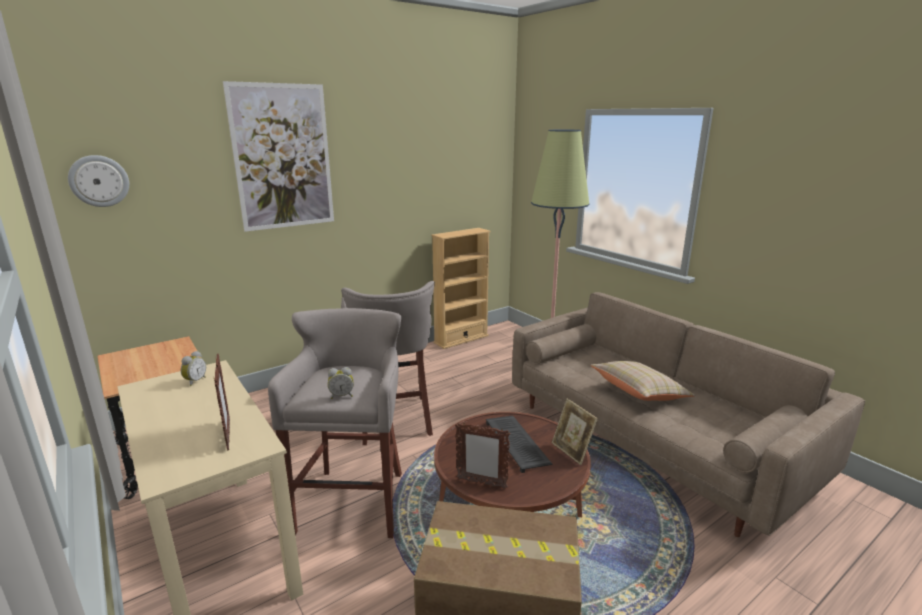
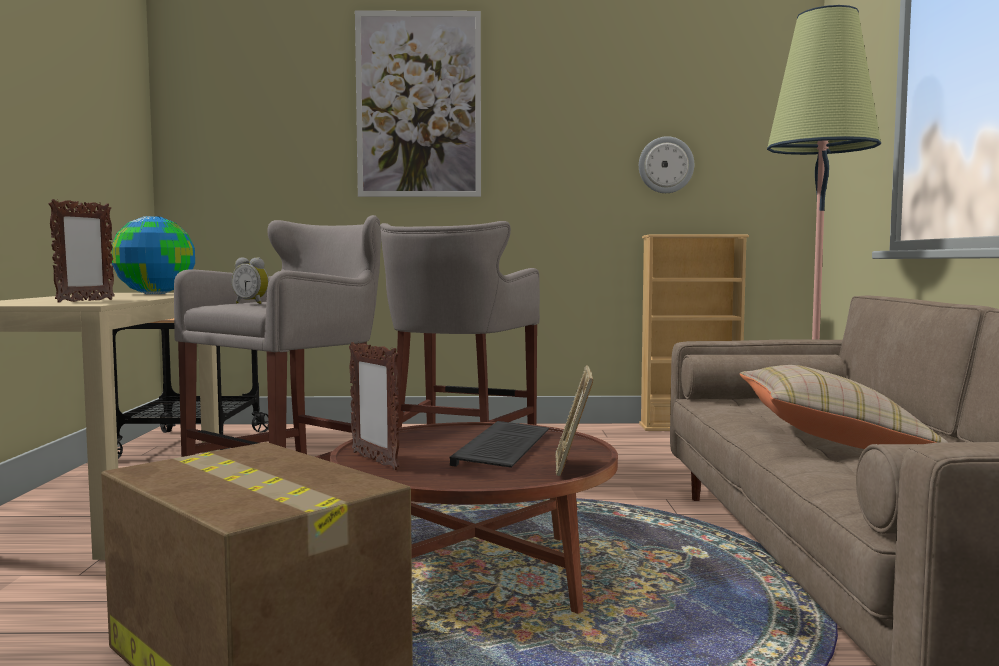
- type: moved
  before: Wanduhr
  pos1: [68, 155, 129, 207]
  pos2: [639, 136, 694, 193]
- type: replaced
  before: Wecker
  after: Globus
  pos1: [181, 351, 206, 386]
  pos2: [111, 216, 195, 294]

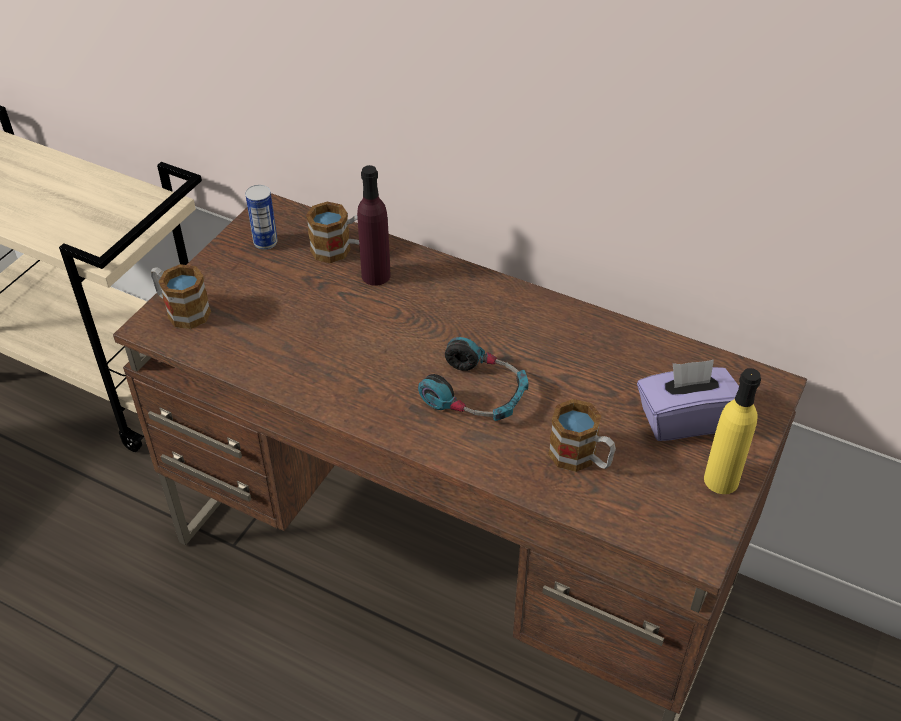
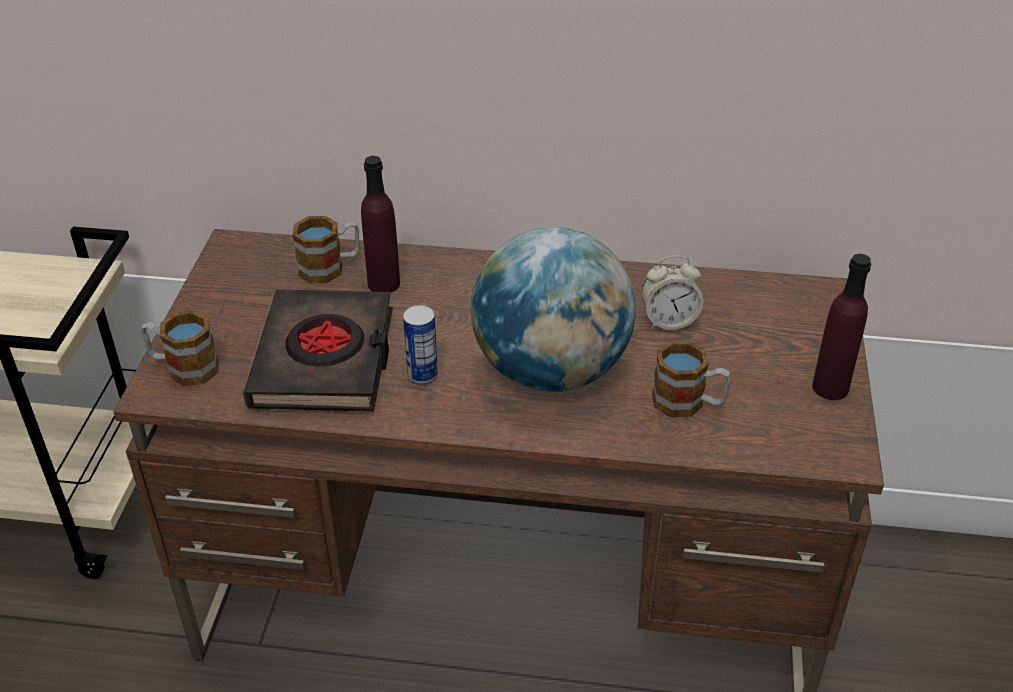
- type: removed
  before: Taschentuchbox [lila]
  pos1: [637, 360, 739, 441]
- type: added
  after: Buch [schwarz]
  pos2: [243, 289, 393, 412]
- type: added
  after: Wecker
  pos2: [641, 255, 703, 330]
- type: moved
  before: Dose
  pos1: [245, 185, 278, 250]
  pos2: [403, 305, 438, 385]
- type: replaced
  before: Kopfhörer
  after: Globus
  pos1: [418, 337, 529, 421]
  pos2: [471, 227, 636, 392]
- type: recoloured
  before: Flasche [gelb]
  after: Flasche [lila]
  pos1: [704, 368, 761, 494]
  pos2: [812, 254, 871, 400]

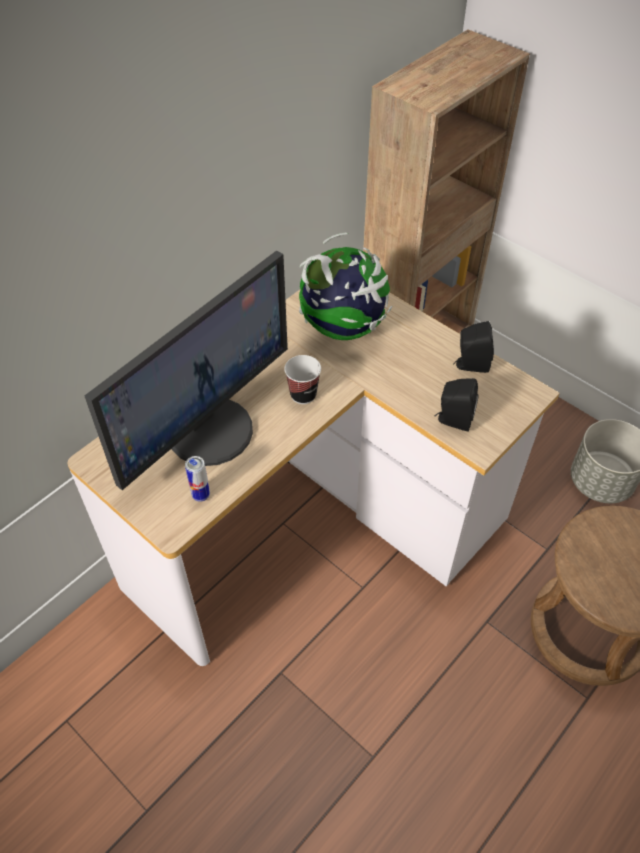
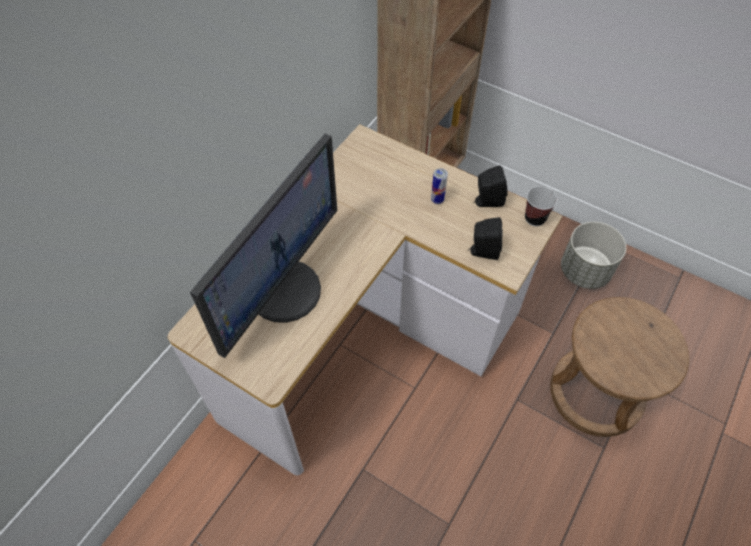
- type: removed
  before: Globus
  pos1: [299, 233, 392, 340]
- type: moved
  before: Dose
  pos1: [185, 456, 210, 502]
  pos2: [431, 168, 448, 204]
- type: moved
  before: Tasse
  pos1: [284, 355, 321, 404]
  pos2: [525, 186, 557, 226]

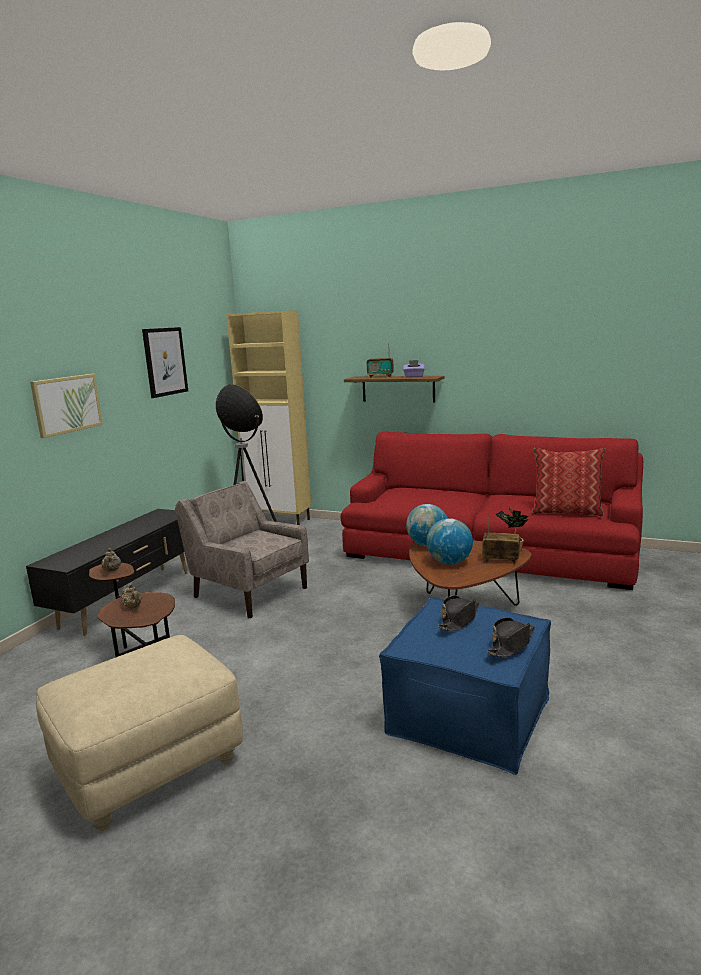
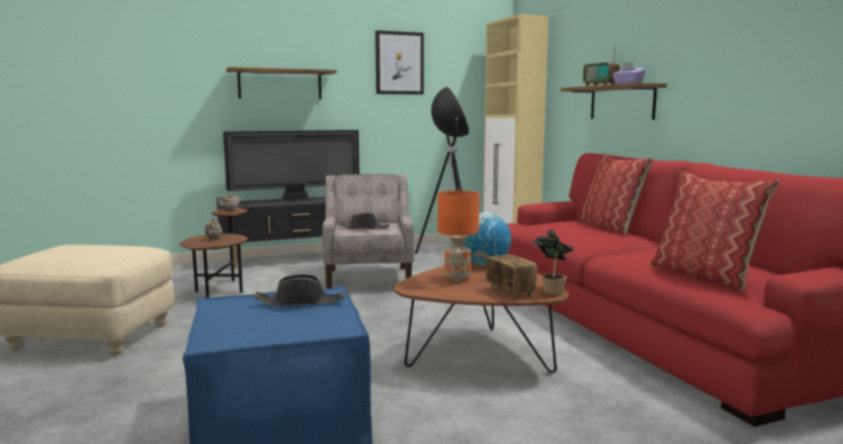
- type: added
  after: Fernseher
  pos2: [223, 130, 359, 202]
- type: added
  after: Kissen
  pos2: [578, 154, 653, 235]
- type: moved
  before: Hut [schwarz]
  pos1: [487, 617, 535, 657]
  pos2: [338, 213, 390, 230]
- type: replaced
  before: Bild
  after: Wandregal
  pos1: [30, 374, 103, 438]
  pos2: [226, 67, 337, 99]
- type: replaced
  before: Globus
  after: Tischlampe [orange]
  pos1: [427, 518, 473, 564]
  pos2: [438, 190, 479, 282]

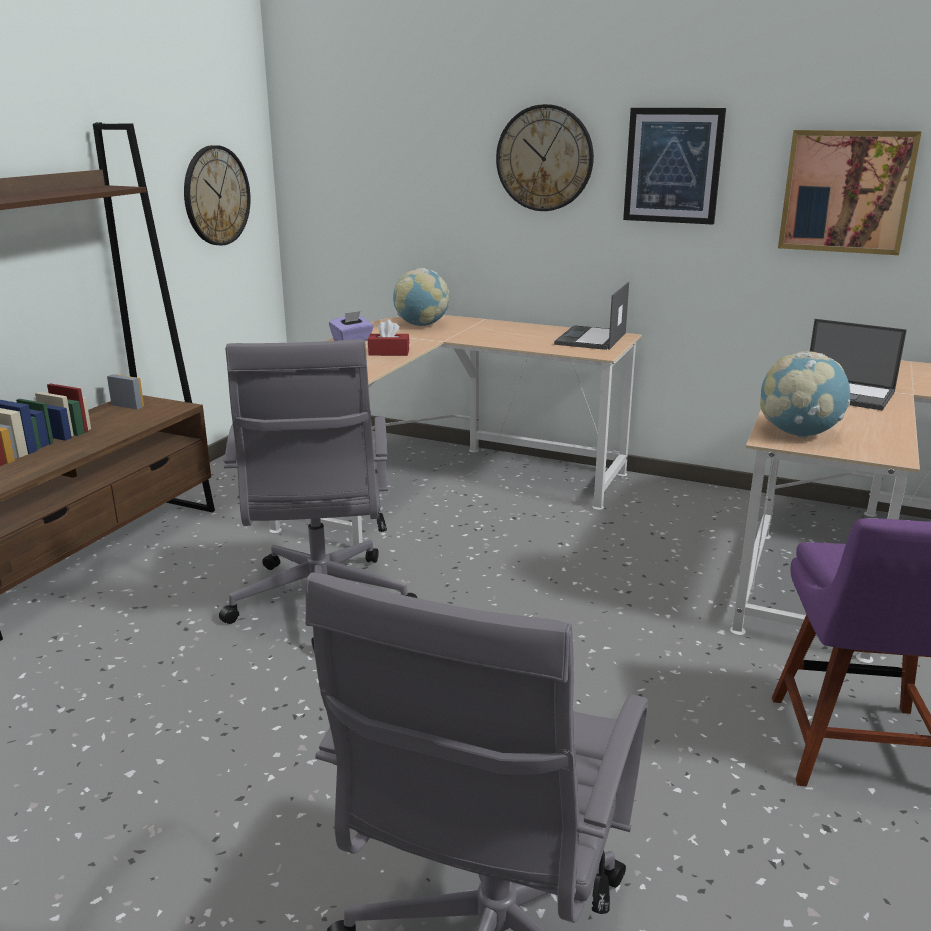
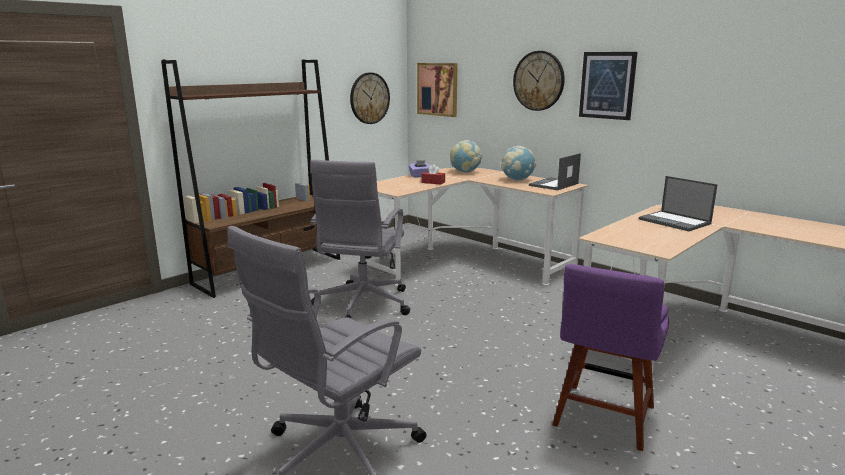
- type: moved
  before: Globus
  pos1: [760, 351, 850, 438]
  pos2: [501, 146, 536, 181]
- type: moved
  before: Bild
  pos1: [778, 130, 921, 255]
  pos2: [417, 63, 458, 117]

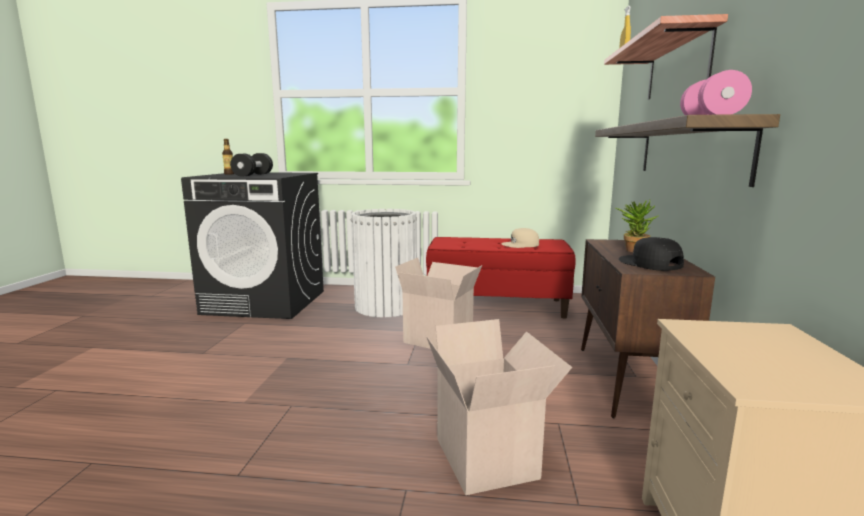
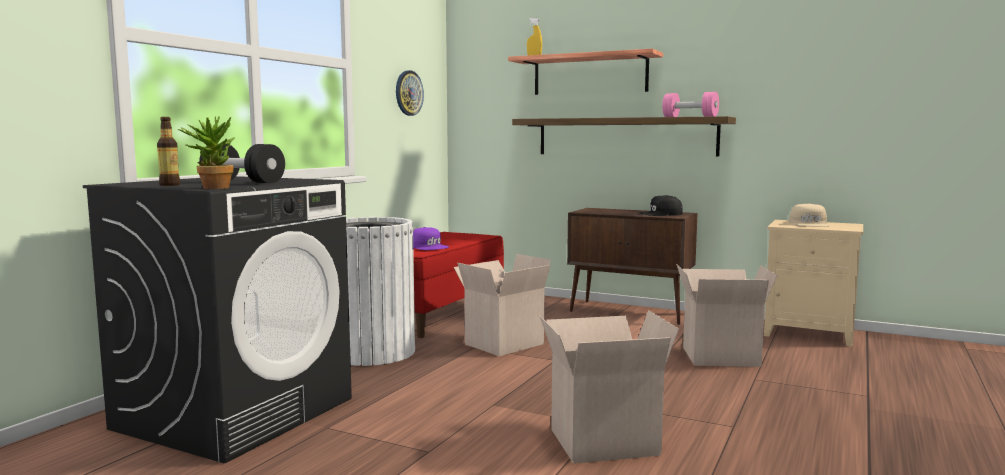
- type: added
  after: Wanduhr
  pos2: [396, 70, 424, 116]
- type: added
  after: Kappe [lila]
  pos2: [413, 227, 449, 250]
- type: added
  after: Karton
  pos2: [540, 310, 679, 464]
- type: moved
  before: Kappe [beige]
  pos1: [501, 228, 539, 248]
  pos2: [789, 203, 830, 227]
- type: moved
  before: Topfpflanze
  pos1: [615, 200, 658, 252]
  pos2: [178, 116, 235, 189]

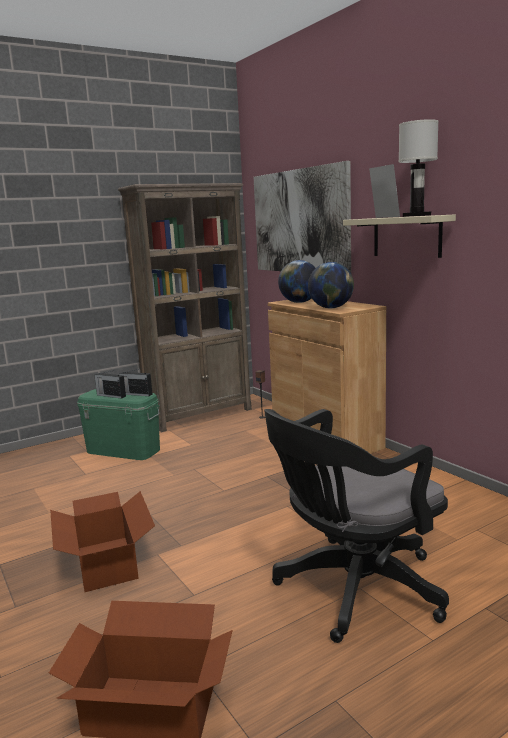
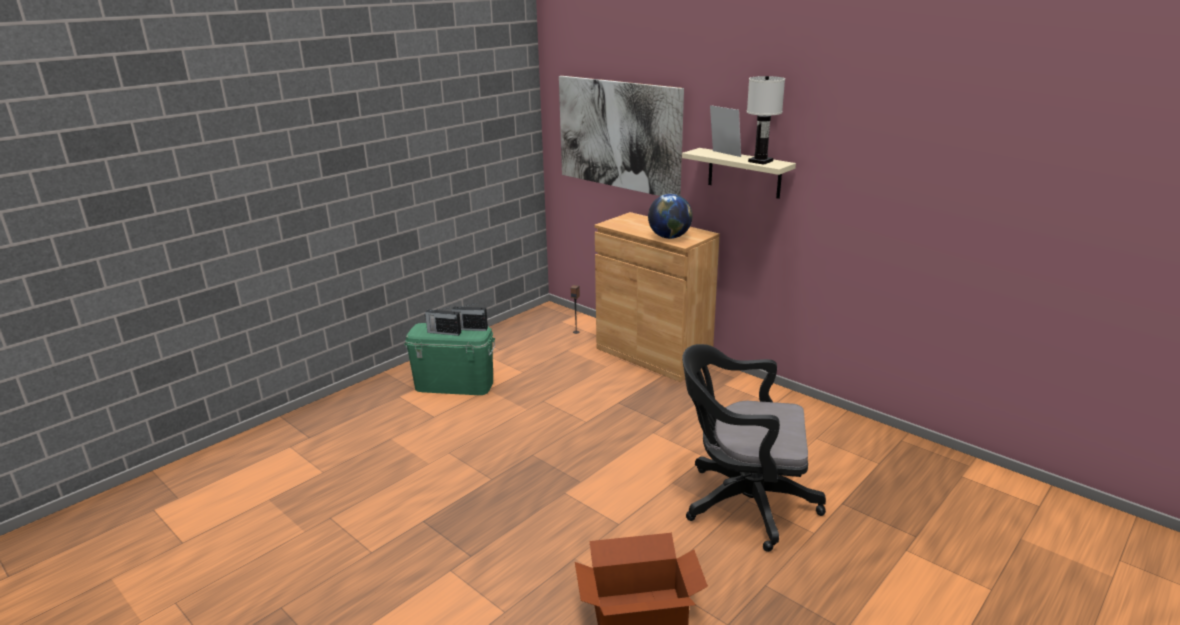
- type: removed
  before: Karton
  pos1: [50, 491, 155, 592]
- type: removed
  before: Bücherregal [braun]
  pos1: [118, 183, 252, 432]
- type: removed
  before: Globus
  pos1: [278, 260, 315, 303]
- type: turned
  before: Bürostuhl [schwarz]
  pos1: [264, 409, 449, 643]
  pos2: [682, 344, 826, 552]
  turn: 60

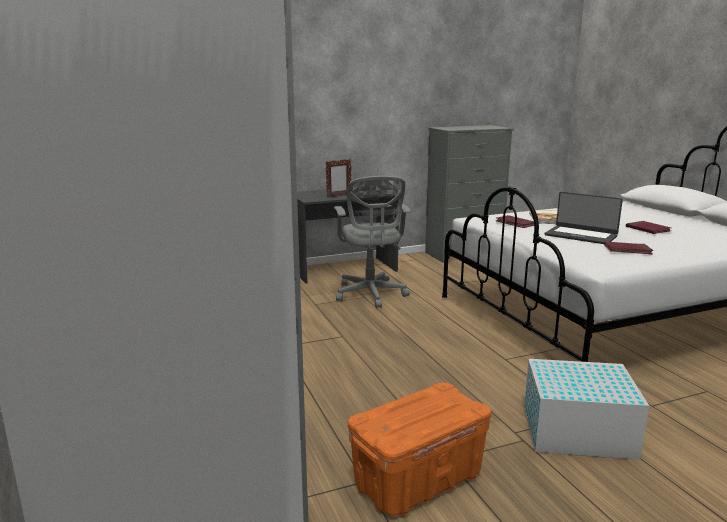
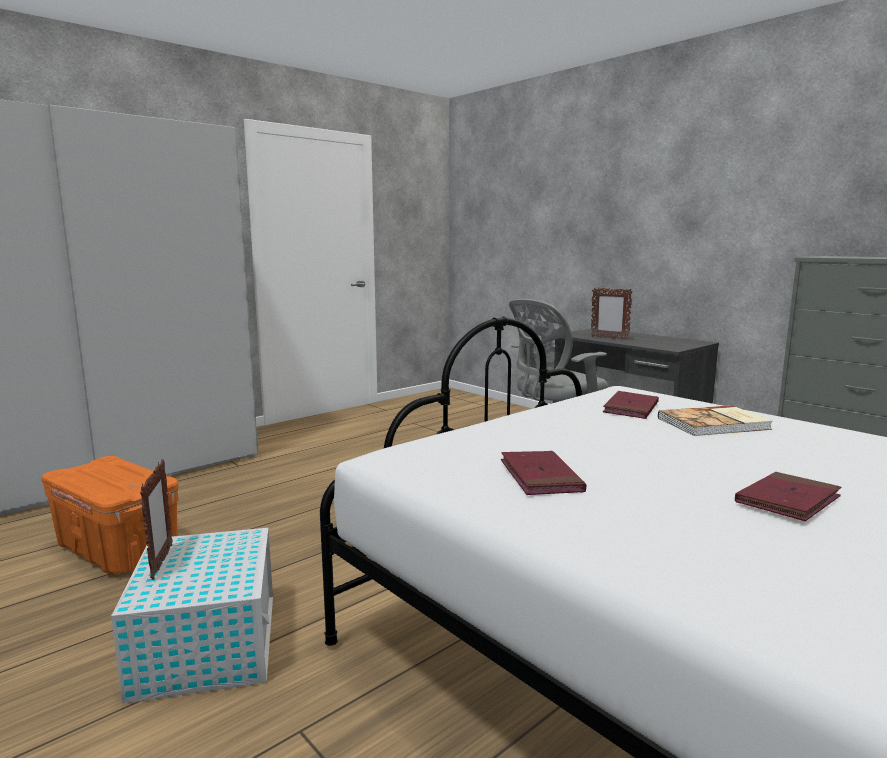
- type: removed
  before: Laptop
  pos1: [545, 192, 623, 244]
- type: added
  after: Bilderrahmen
  pos2: [140, 459, 173, 580]

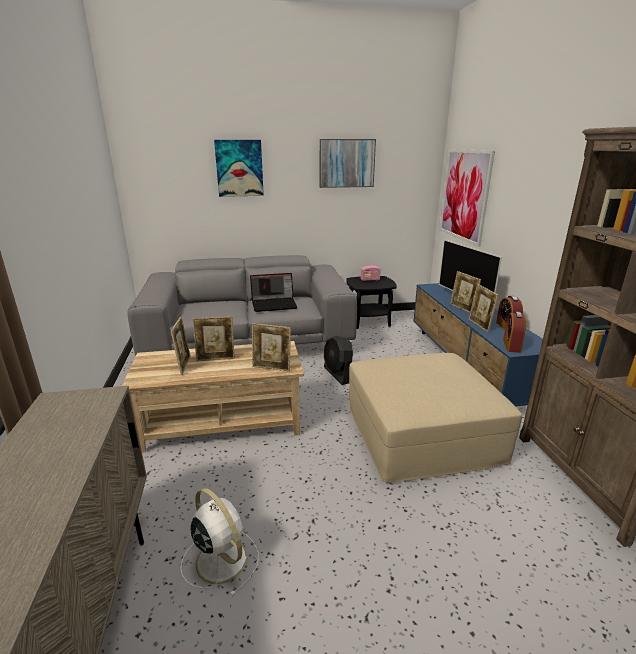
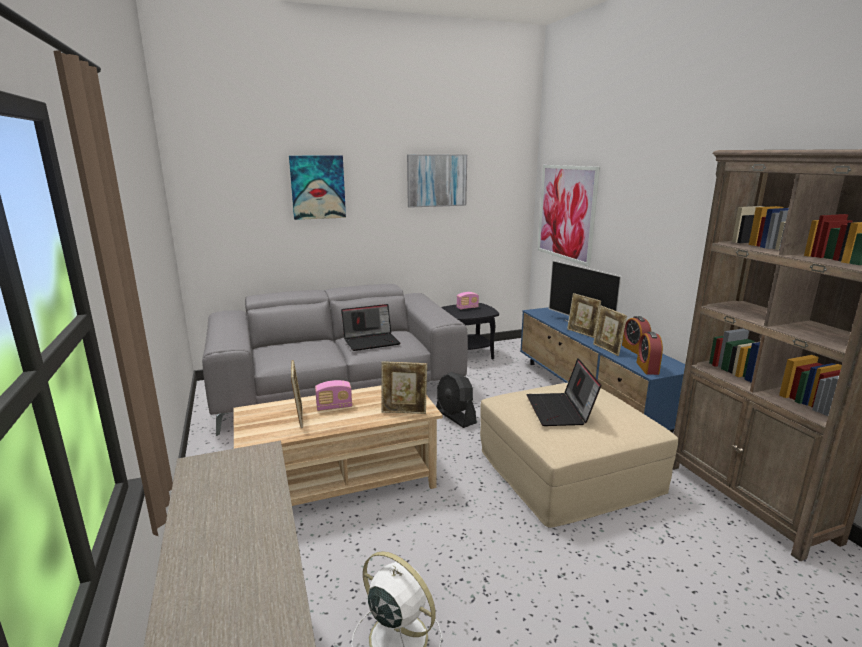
- type: added
  after: Laptop
  pos2: [526, 358, 601, 426]
- type: replaced
  before: Bilderrahmen
  after: Radio
  pos1: [193, 316, 235, 361]
  pos2: [315, 380, 352, 411]

